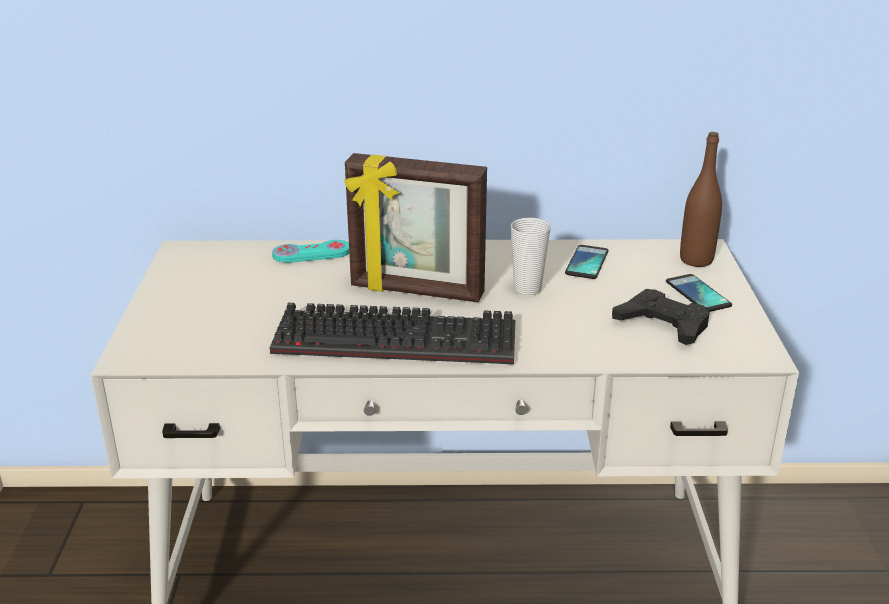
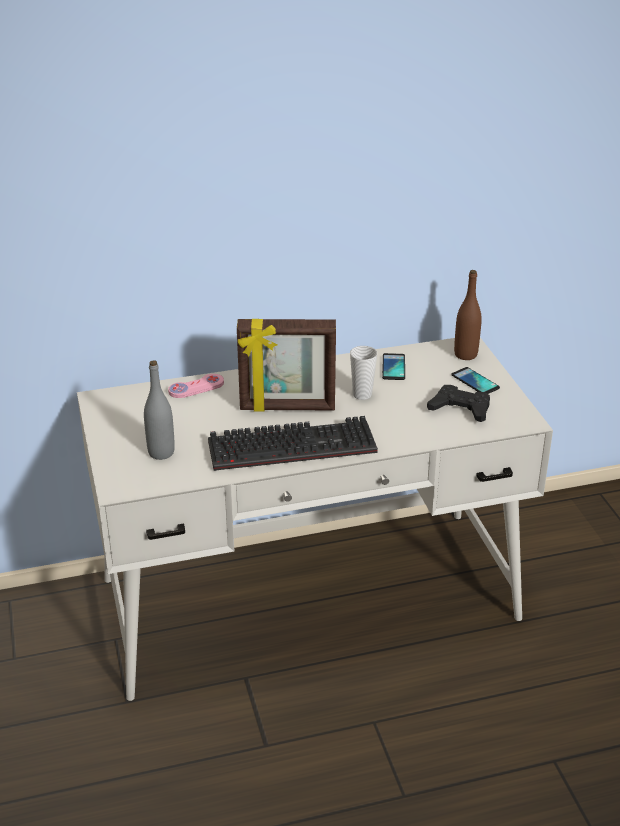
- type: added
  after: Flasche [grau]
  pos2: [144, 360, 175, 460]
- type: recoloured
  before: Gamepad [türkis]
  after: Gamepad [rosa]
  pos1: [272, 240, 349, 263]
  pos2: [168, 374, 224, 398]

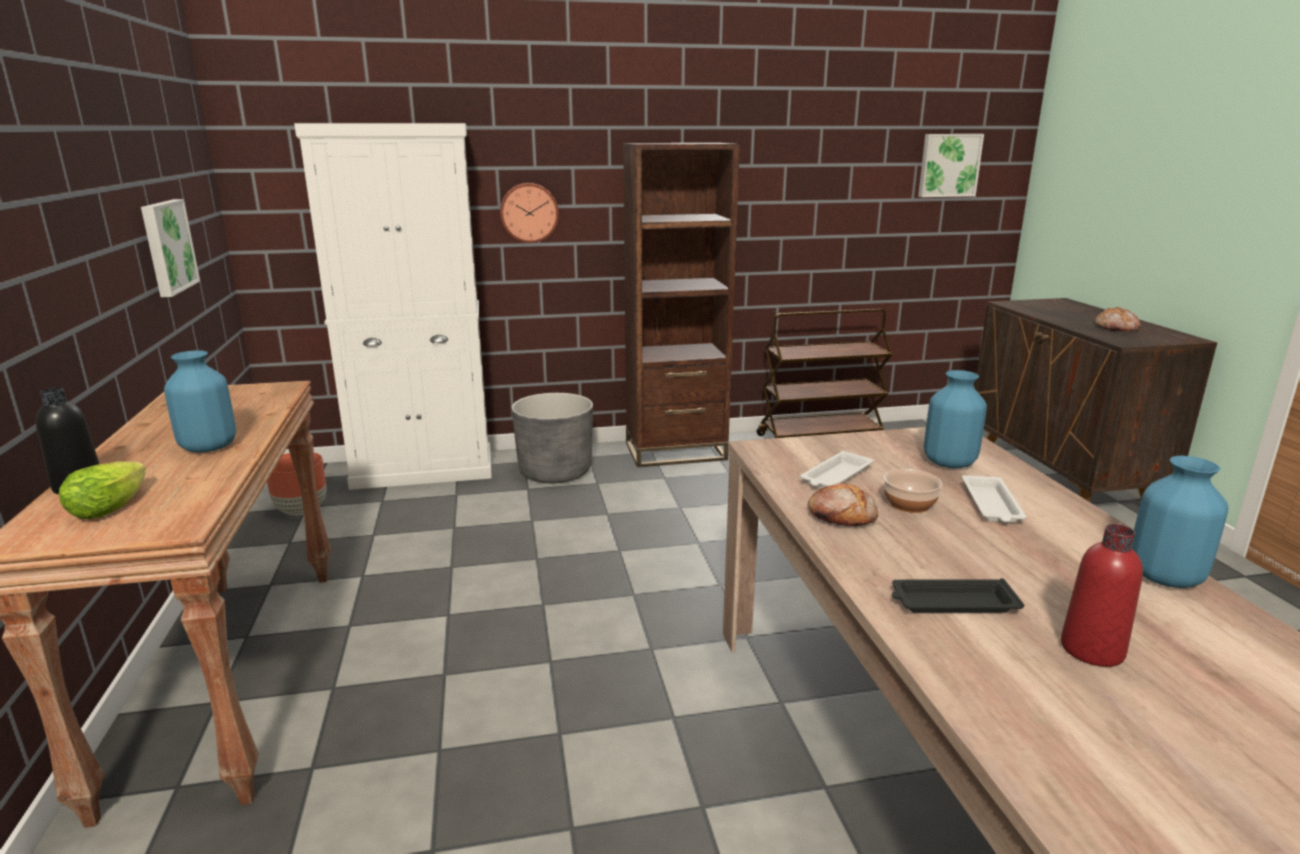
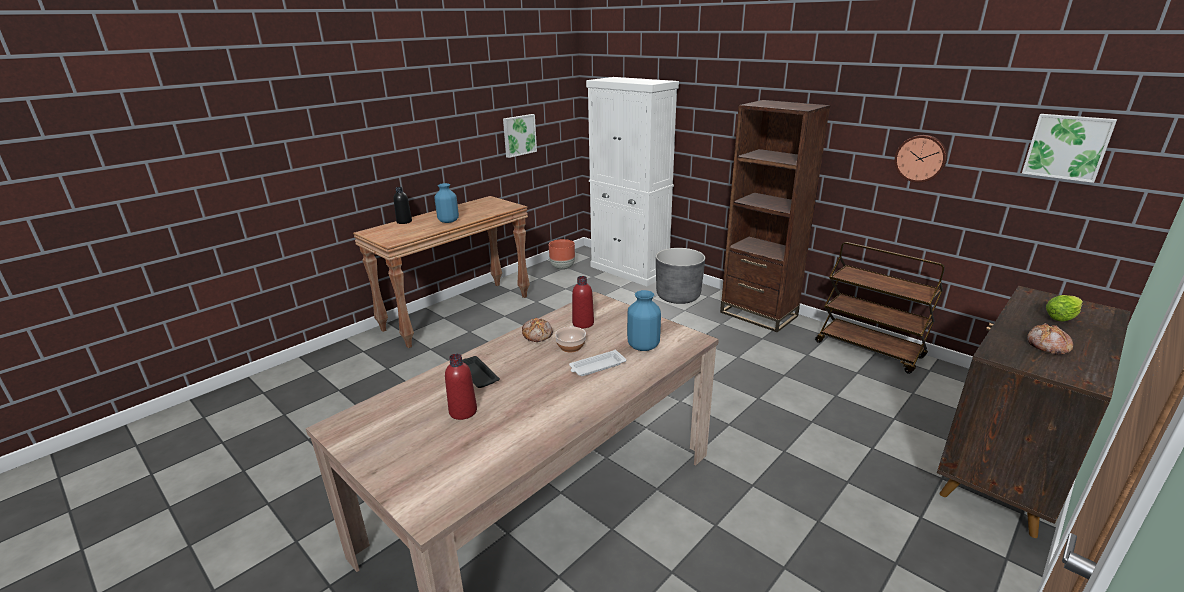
- type: removed
  before: Vase [blau]
  pos1: [1132, 456, 1228, 588]
- type: moved
  before: Salatkopf
  pos1: [59, 461, 146, 519]
  pos2: [1046, 295, 1083, 322]
- type: moved
  before: Wanduhr
  pos1: [500, 183, 559, 243]
  pos2: [895, 135, 947, 182]
- type: replaced
  before: Tablett [weiß]
  after: Flasche [rot]
  pos1: [800, 451, 873, 488]
  pos2: [572, 276, 594, 328]

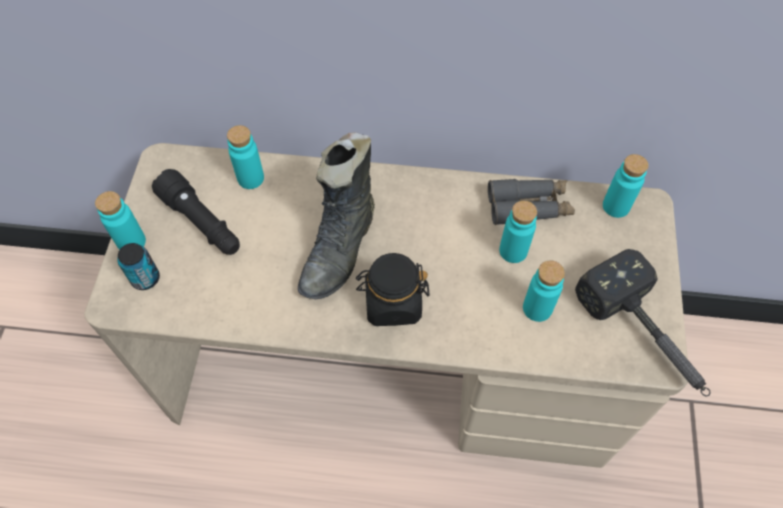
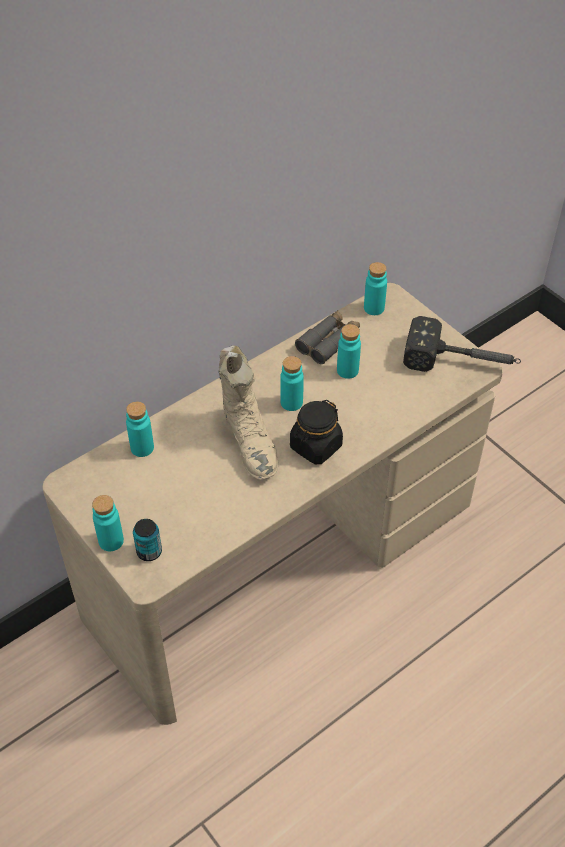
- type: removed
  before: Taschenlampe [schwarz]
  pos1: [152, 169, 240, 255]
- type: moved
  before: Flasche [türkis]
  pos1: [523, 260, 565, 322]
  pos2: [280, 356, 304, 411]
- type: recoloured
  before: Stiefel [schwarz]
  after: Stiefel [beige]
  pos1: [298, 132, 375, 299]
  pos2: [218, 345, 279, 480]

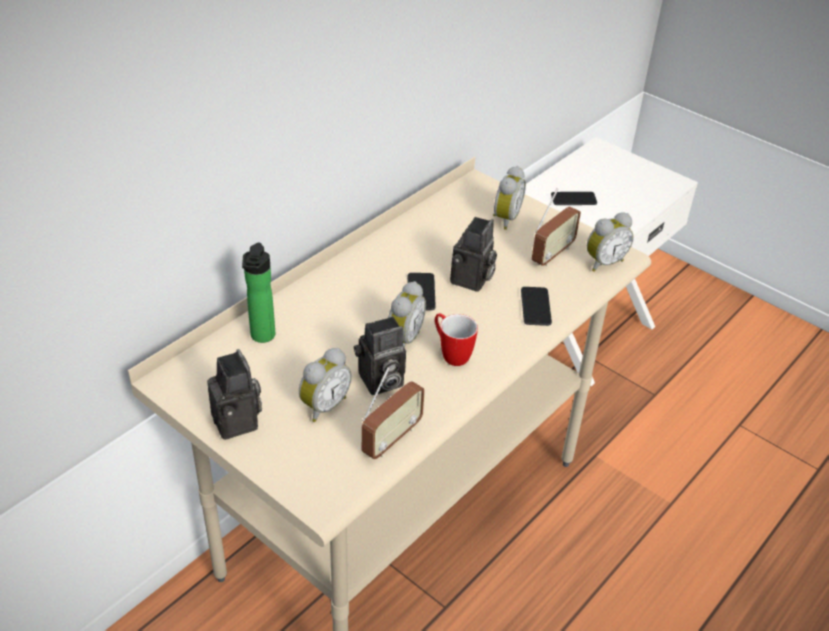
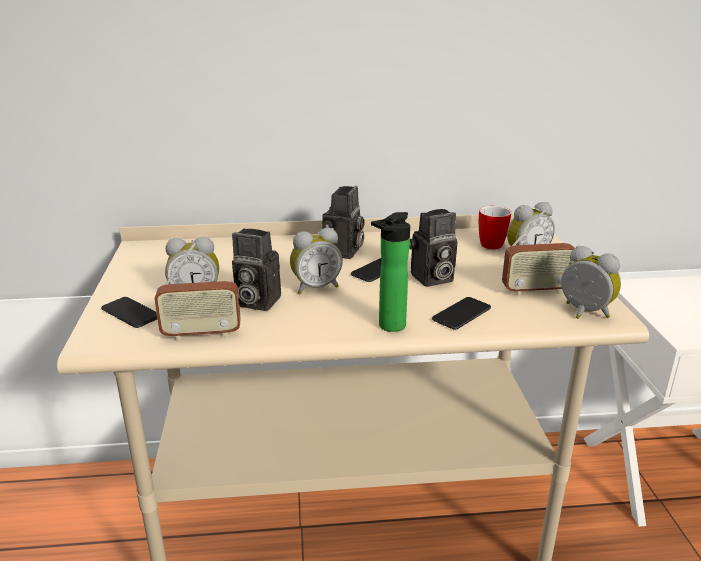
- type: moved
  before: Kamera
  pos1: [207, 349, 262, 440]
  pos2: [322, 186, 365, 259]
- type: moved
  before: Flasche
  pos1: [242, 242, 275, 343]
  pos2: [371, 212, 410, 332]
- type: moved
  before: Henkelbecher
  pos1: [435, 313, 478, 366]
  pos2: [479, 205, 511, 249]
- type: moved
  before: Handy
  pos1: [551, 192, 597, 205]
  pos2: [101, 297, 157, 328]
- type: turned
  before: Wecker
  pos1: [587, 212, 634, 272]
  pos2: [561, 245, 621, 319]
  turn: -150

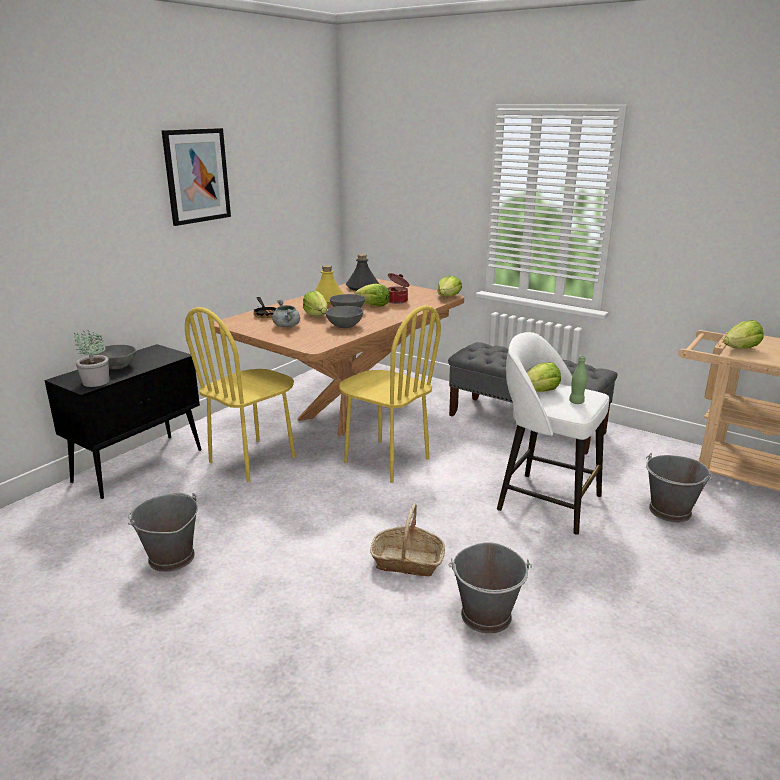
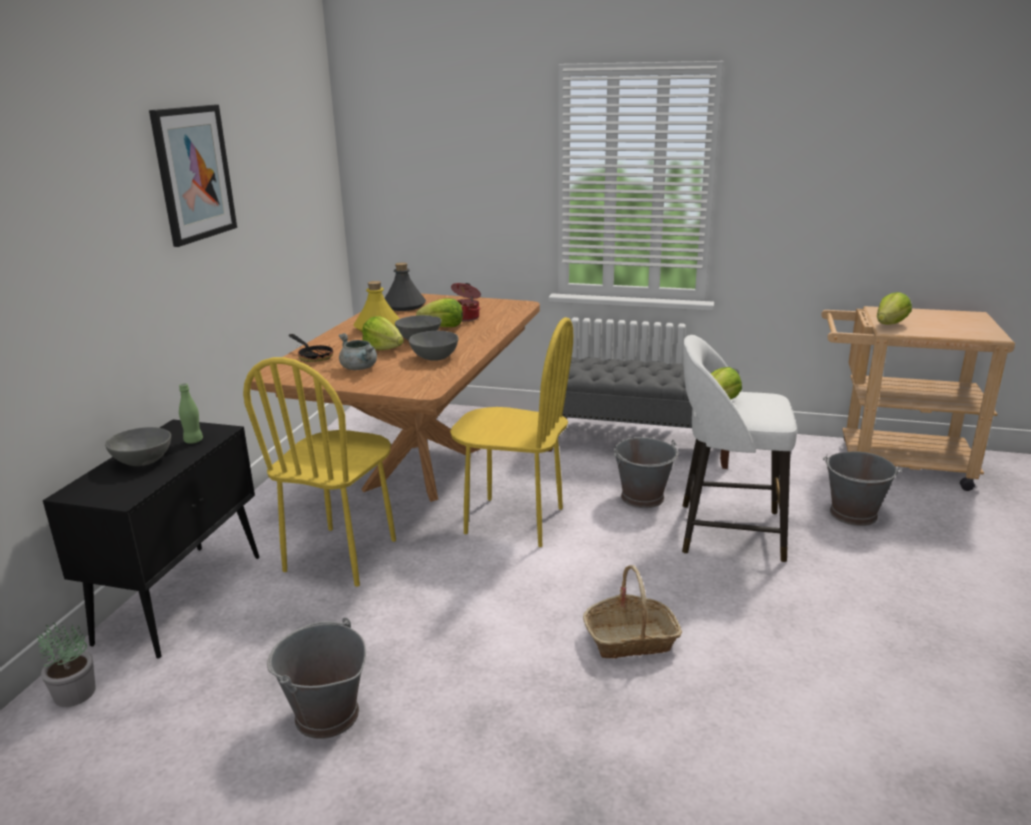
- type: removed
  before: Salatkopf
  pos1: [437, 276, 462, 296]
- type: moved
  before: Topfpflanze
  pos1: [74, 330, 109, 387]
  pos2: [37, 623, 96, 707]
- type: moved
  before: Eimer [grau]
  pos1: [449, 542, 532, 634]
  pos2: [614, 437, 679, 508]
- type: moved
  before: Flasche [grün]
  pos1: [569, 355, 587, 404]
  pos2: [179, 383, 203, 444]

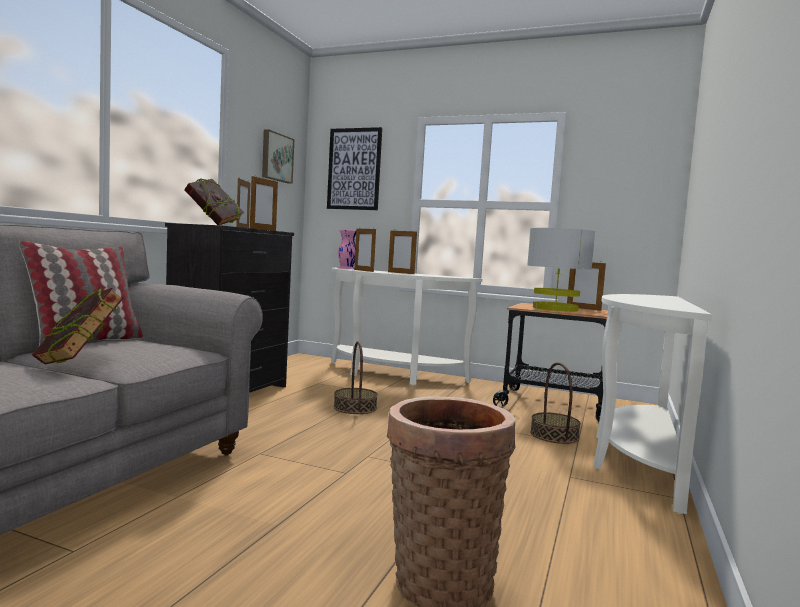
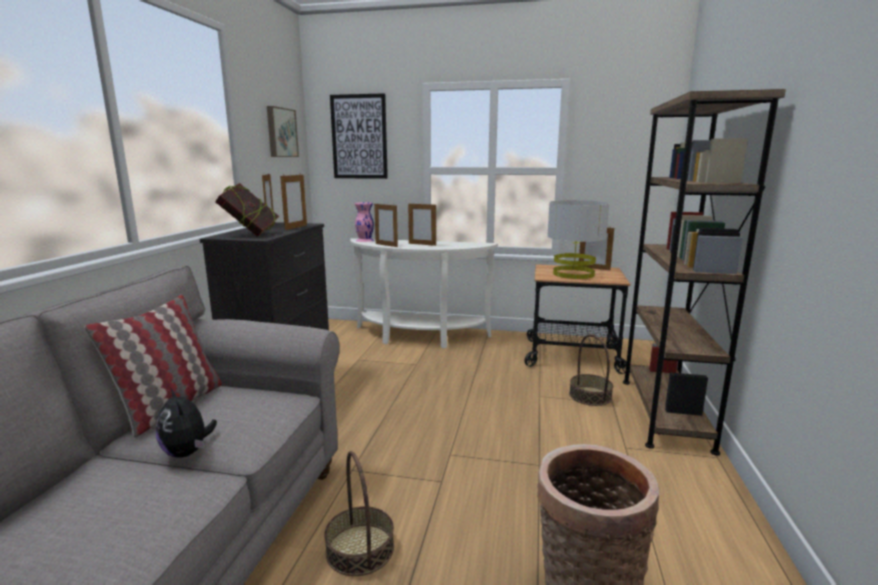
- type: moved
  before: Korb
  pos1: [334, 341, 378, 414]
  pos2: [324, 451, 394, 576]
- type: replaced
  before: Buch
  after: Plüschtier
  pos1: [32, 288, 124, 365]
  pos2: [156, 388, 217, 458]
- type: replaced
  before: Konsolentisch [weiß]
  after: Bücherregal [braun]
  pos1: [593, 294, 712, 514]
  pos2: [623, 89, 786, 456]

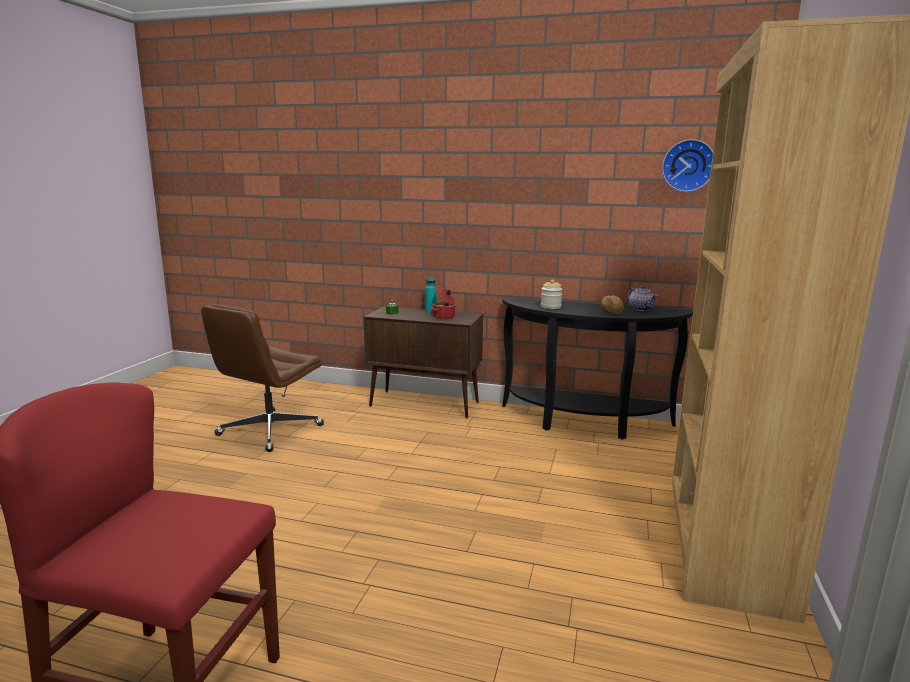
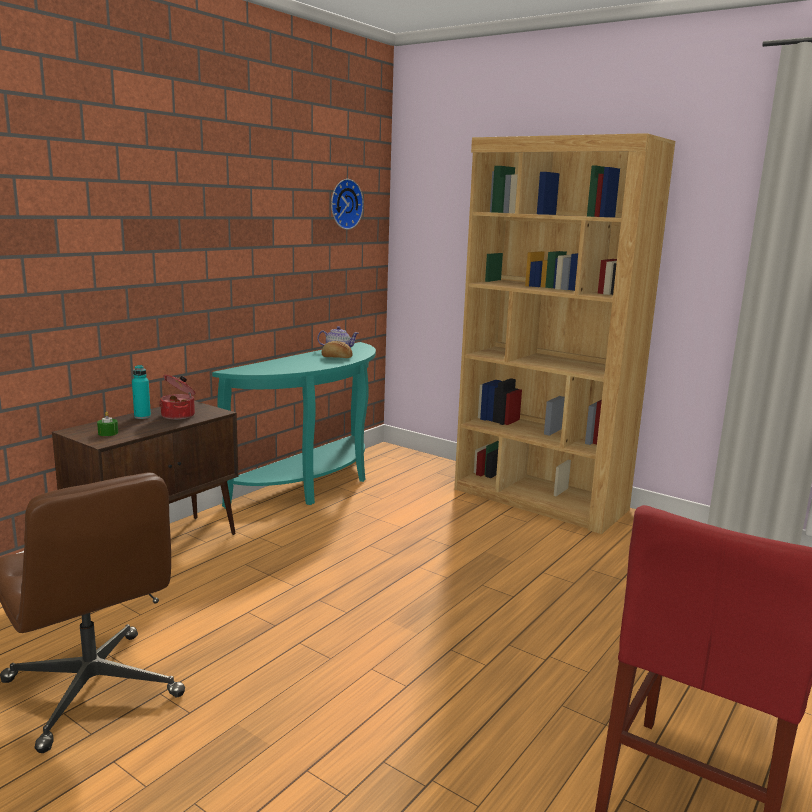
- type: removed
  before: Vorratsglas
  pos1: [541, 280, 562, 309]
- type: recoloured
  before: Konsolentisch [schwarz]
  after: Konsolentisch [türkis]
  pos1: [502, 297, 693, 440]
  pos2: [212, 342, 376, 509]

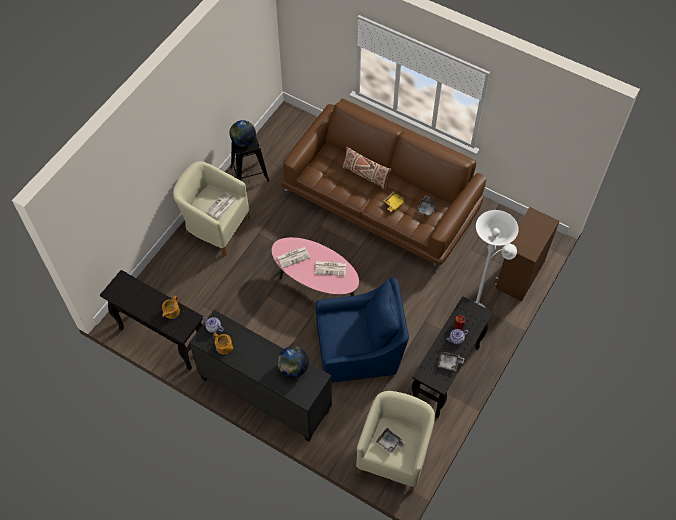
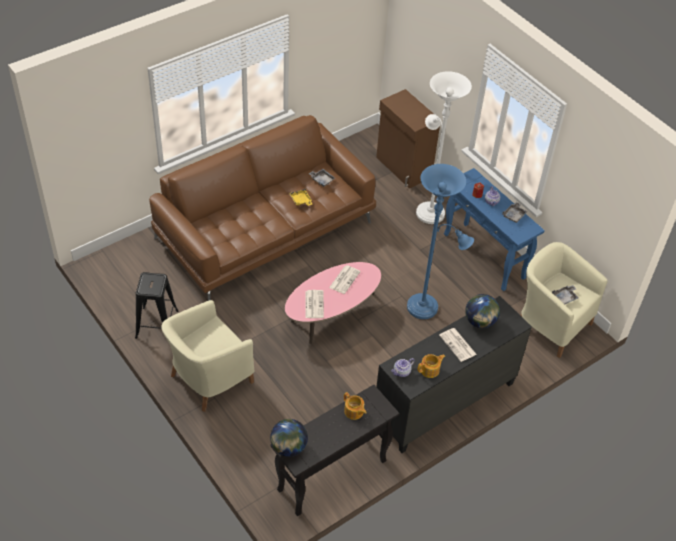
- type: removed
  before: Kissen [beige]
  pos1: [342, 147, 391, 190]
- type: moved
  before: Zeitung
  pos1: [206, 192, 237, 219]
  pos2: [439, 328, 477, 362]
- type: moved
  before: Globus
  pos1: [230, 120, 256, 147]
  pos2: [270, 419, 308, 457]
- type: replaced
  before: Sessel [blau]
  after: Stehlampe [blau]
  pos1: [316, 277, 409, 383]
  pos2: [407, 164, 474, 319]
- type: recoloured
  before: Konsolentisch [schwarz]
  after: Konsolentisch [blau]
  pos1: [412, 296, 493, 418]
  pos2: [444, 168, 545, 291]

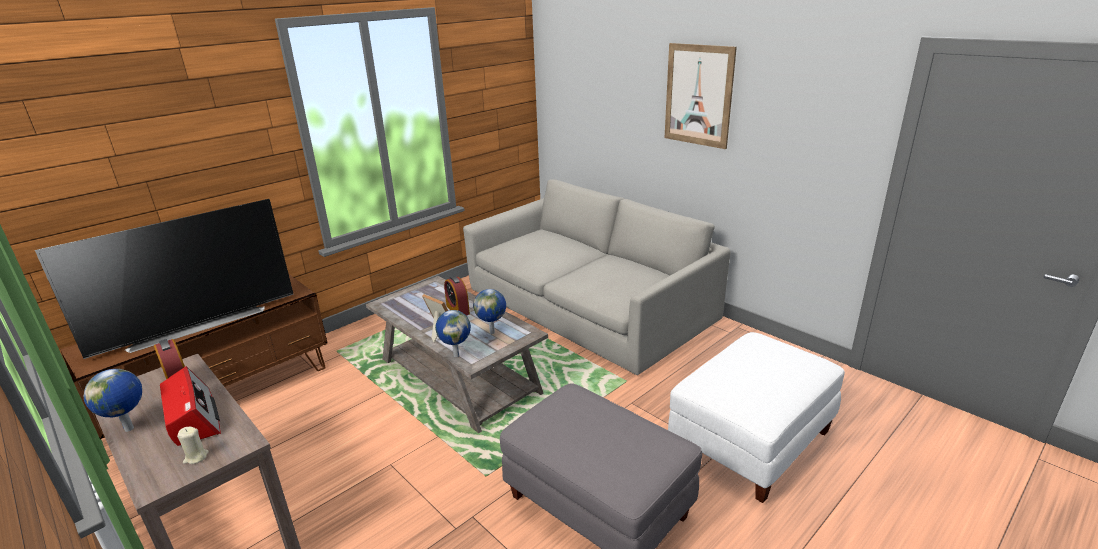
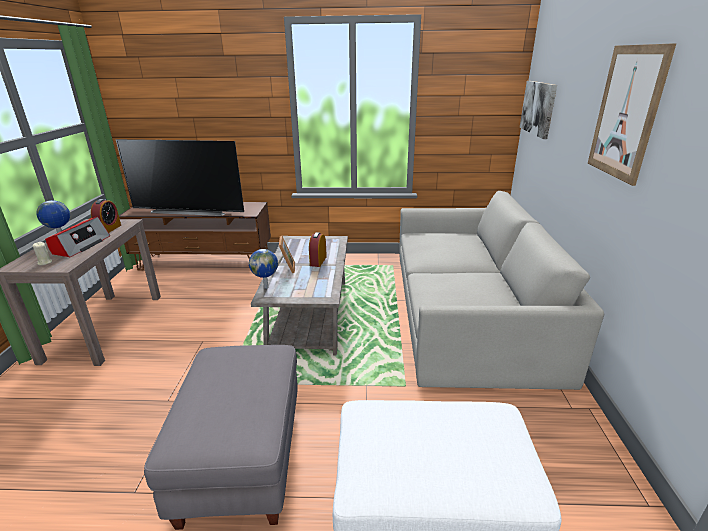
- type: removed
  before: Globus
  pos1: [473, 289, 506, 334]
- type: added
  after: Bild
  pos2: [520, 81, 557, 139]

